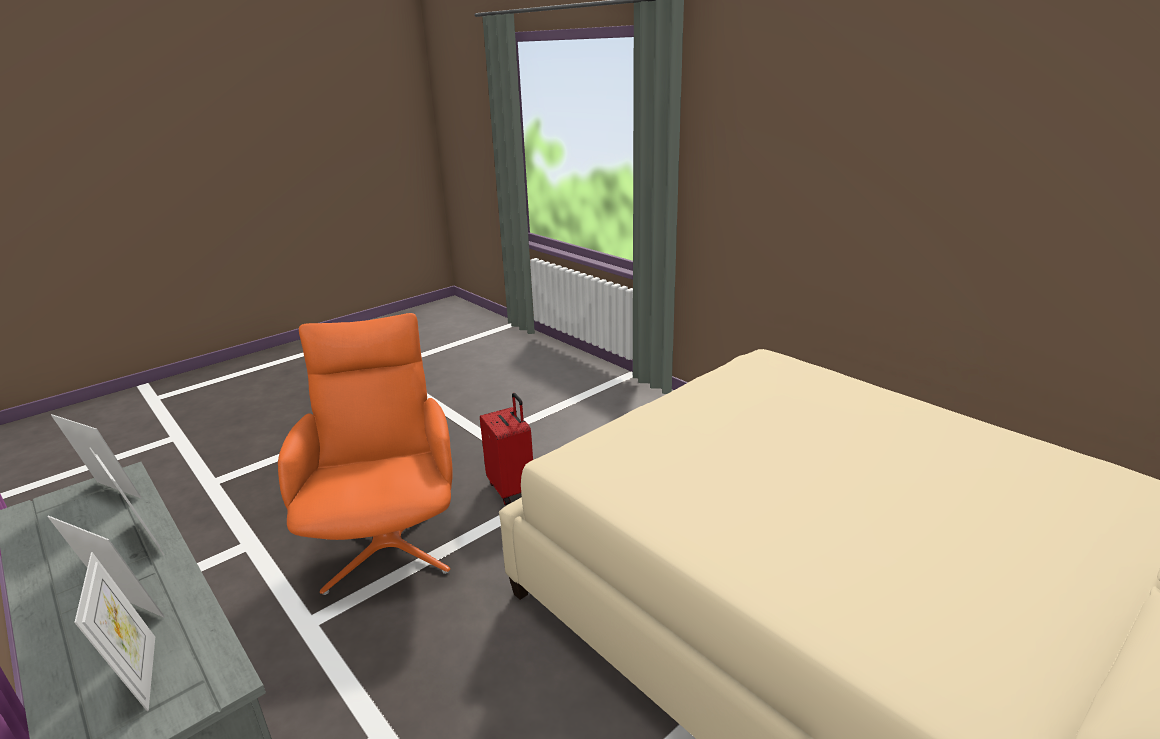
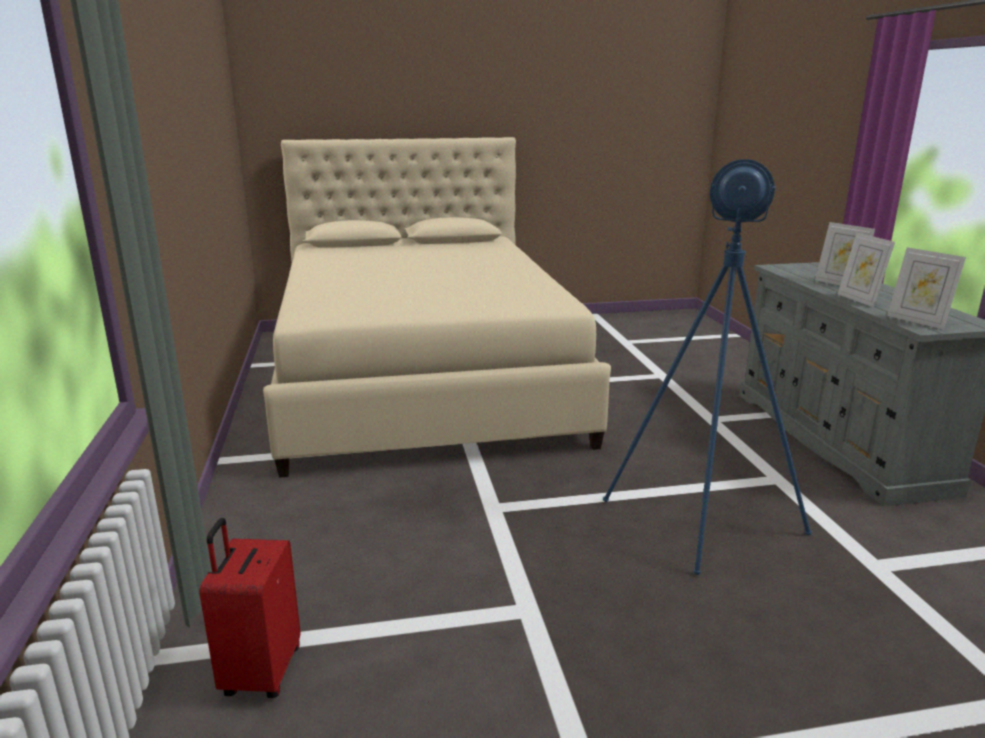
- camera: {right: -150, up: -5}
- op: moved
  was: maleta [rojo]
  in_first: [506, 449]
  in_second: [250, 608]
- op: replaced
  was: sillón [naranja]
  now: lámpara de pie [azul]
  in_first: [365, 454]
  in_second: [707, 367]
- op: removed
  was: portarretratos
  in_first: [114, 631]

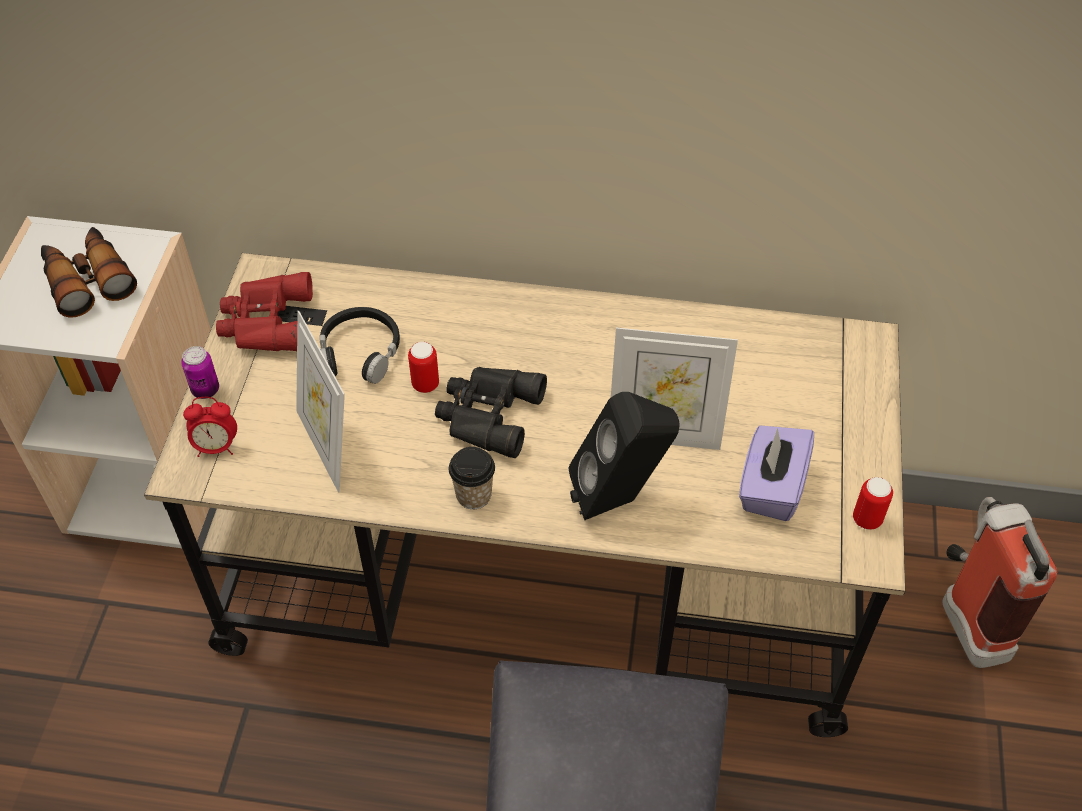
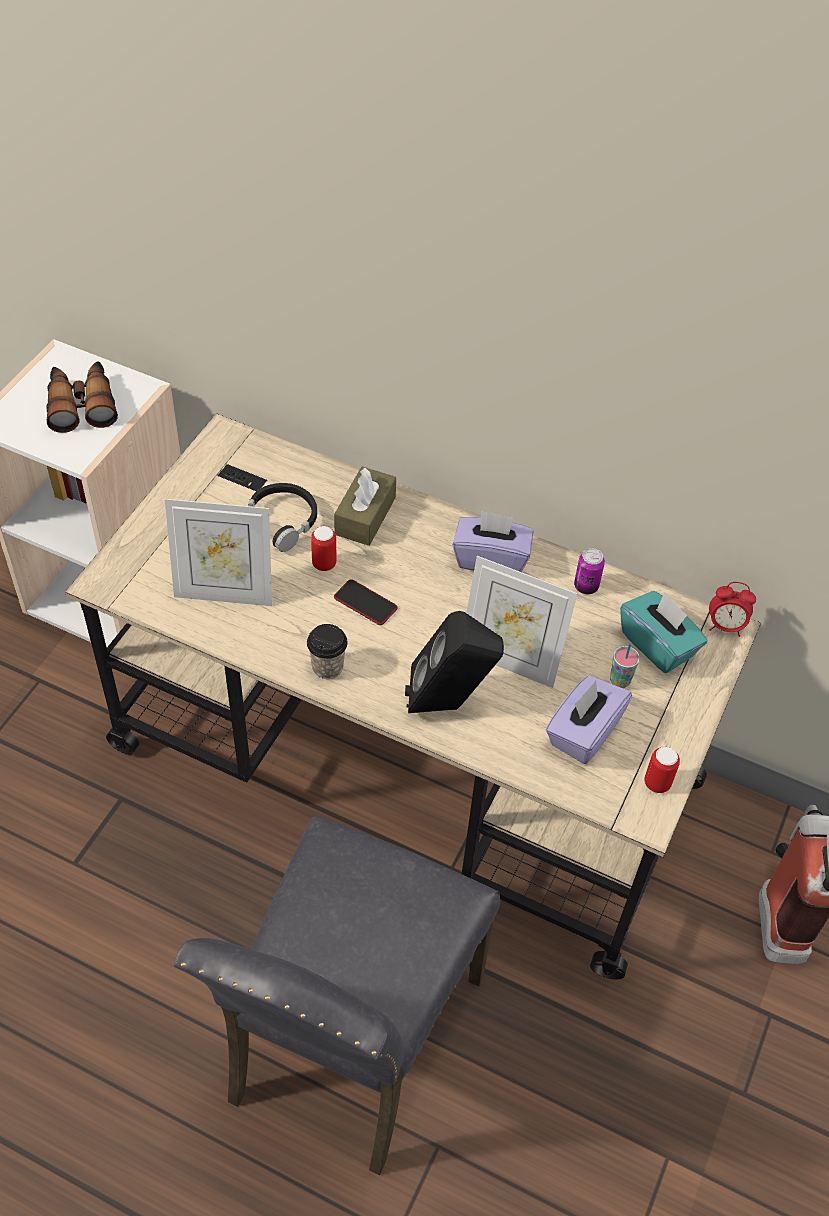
- camera: {right: 15, up: 0}
- op: turned
  was: portarretratos
  in_first: [320, 402]
  in_second: [218, 552]
  clockwise: -75
- op: added
  now: caja de pañuelos [marrón]
  in_second: [365, 506]
- op: replaced
  was: prismáticos [negro]
  now: móvil
  in_first: [491, 412]
  in_second: [365, 602]
- op: added
  now: caja de pañuelos [morado]
  in_second: [492, 541]
- op: moved
  was: lata
  in_first: [200, 372]
  in_second: [589, 571]
- op: added
  now: taza
  in_second: [625, 665]
- op: added
  now: caja de pañuelos [turquesa]
  in_second: [663, 632]
- op: moved
  was: despertador
  in_first: [210, 427]
  in_second: [732, 609]
- op: removed
  was: prismáticos [rojo]
  in_first: [264, 311]

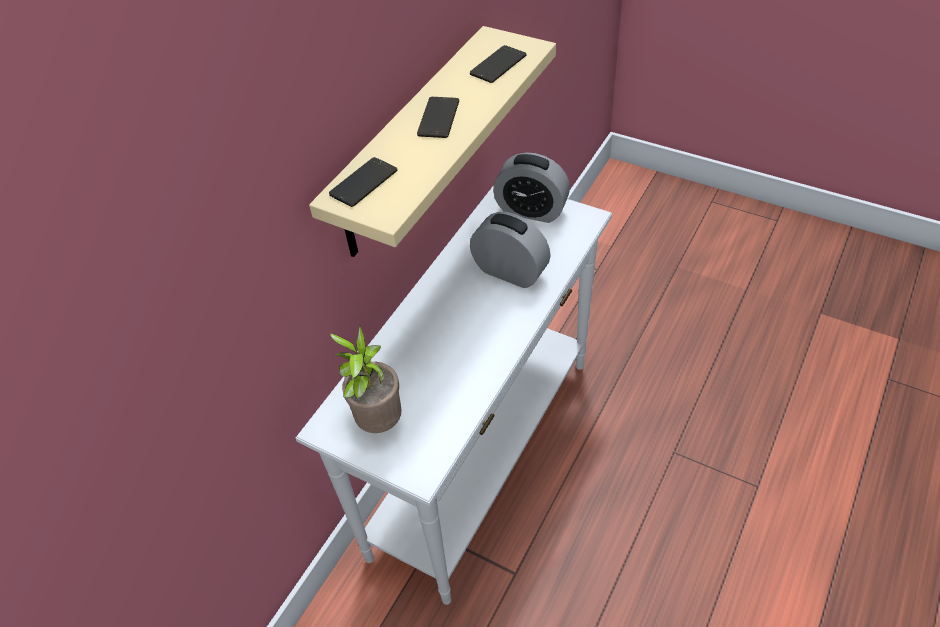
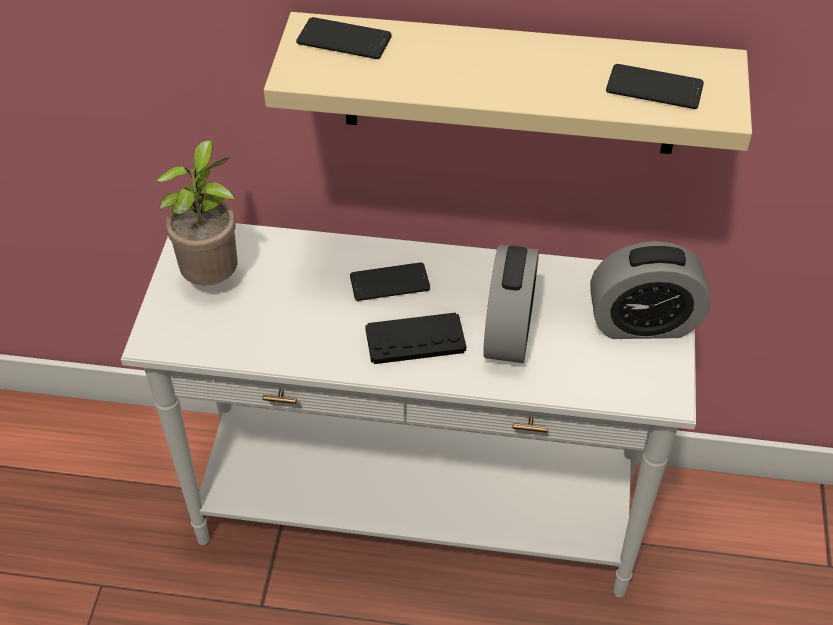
- camera: {right: 65, up: 0}
- op: moved
  was: móvil
  in_first: [438, 117]
  in_second: [390, 281]
- op: added
  now: mando de consola [negro]
  in_second: [415, 338]
- op: turned
  was: despertador
  in_first: [531, 187]
  in_second: [650, 290]
  clockwise: -90

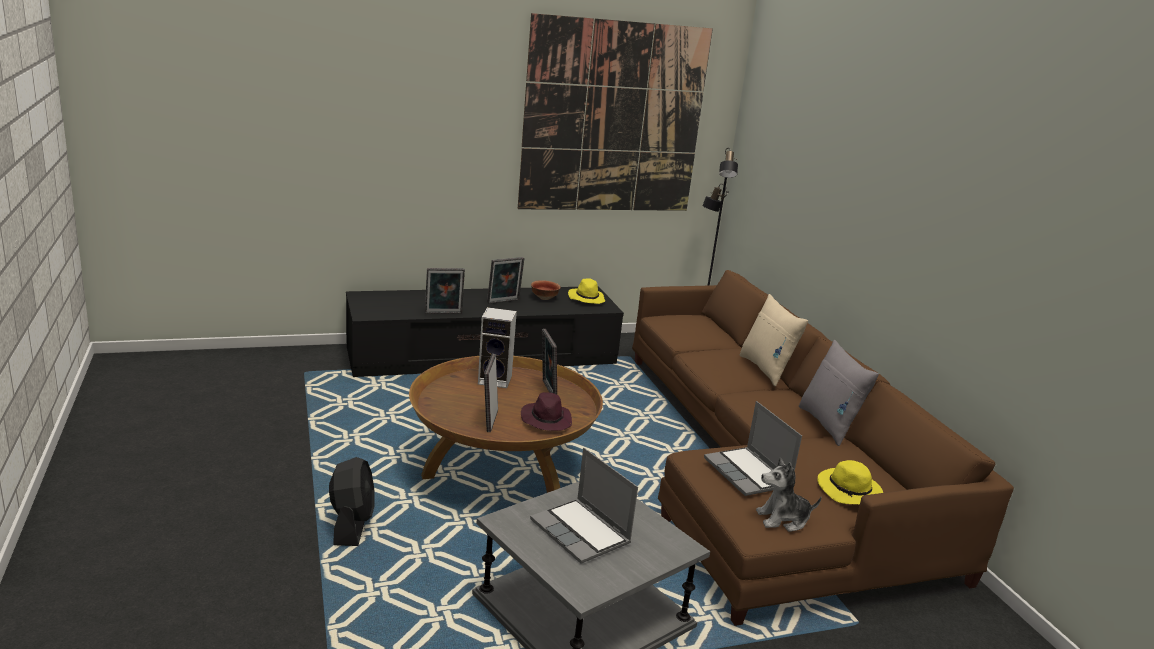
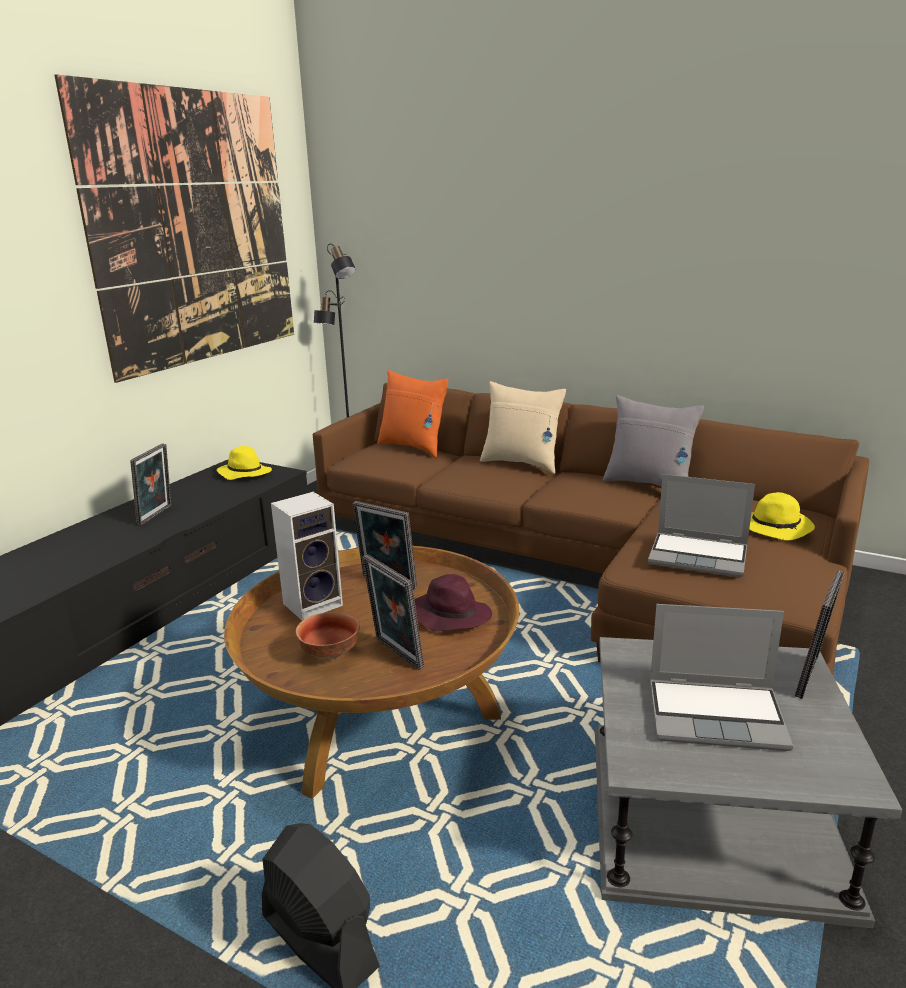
- camera: {right: -40, up: 0}
- op: moved
  was: cuenco
  in_first: [546, 290]
  in_second: [328, 636]
- op: added
  now: cojín [naranja]
  in_second: [412, 414]
- op: moved
  was: portarretratos
  in_first: [445, 291]
  in_second: [819, 634]
- op: removed
  was: peluche
  in_first: [789, 495]

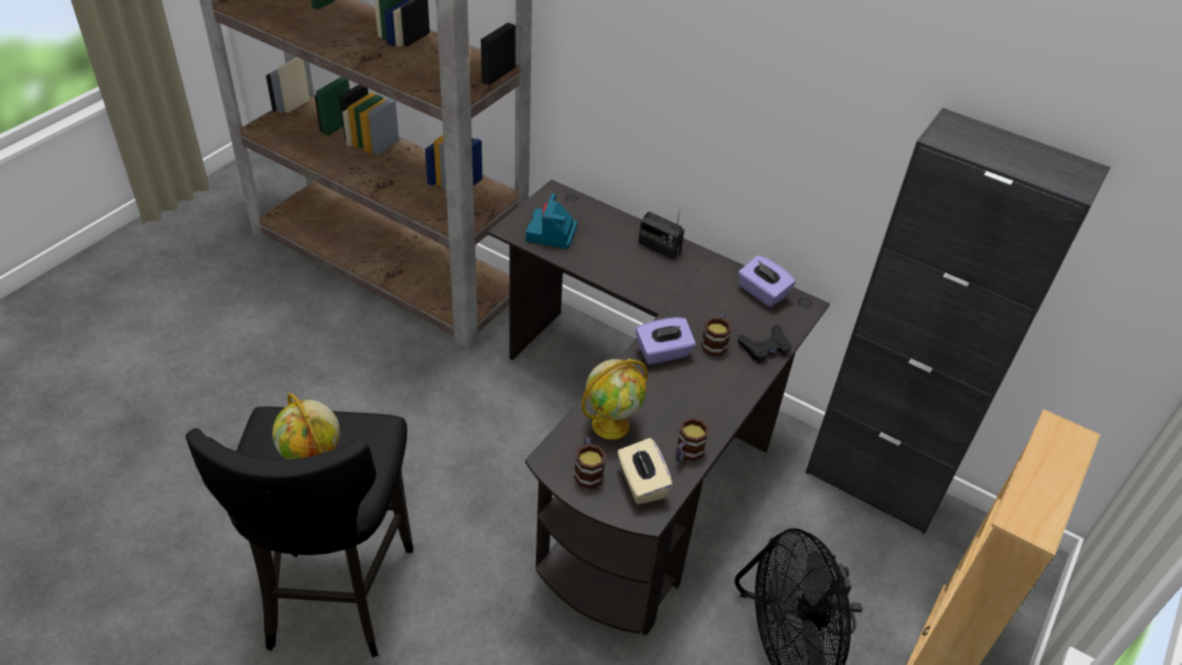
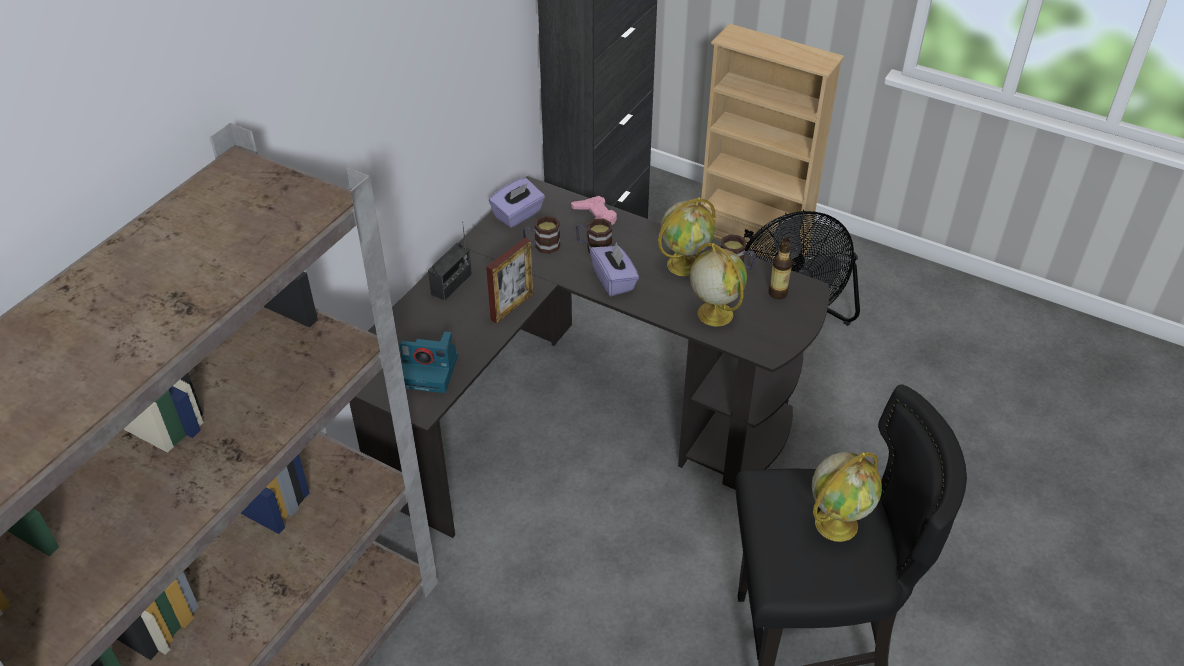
- camera: {right: -90, up: 0}
- op: added
  now: portarretratos
  in_second: [509, 281]
- op: moved
  was: taza grande
  in_first: [590, 463]
  in_second: [542, 235]
- op: recoloured
  was: mando de consola [negro]
  now: mando de consola [rosa]
  in_first: [764, 343]
  in_second: [594, 210]
- op: added
  now: globo terráqueo
  in_second: [686, 236]
- op: replaced
  was: caja de pañuelos [beis]
  now: botella
  in_first: [645, 471]
  in_second: [780, 268]

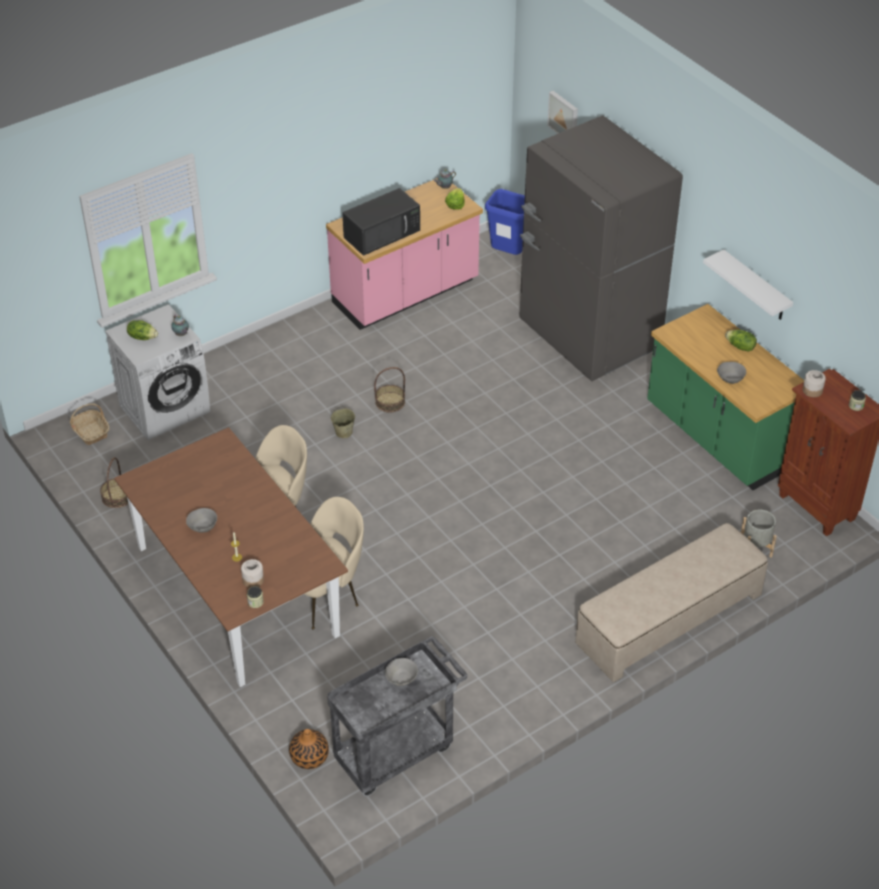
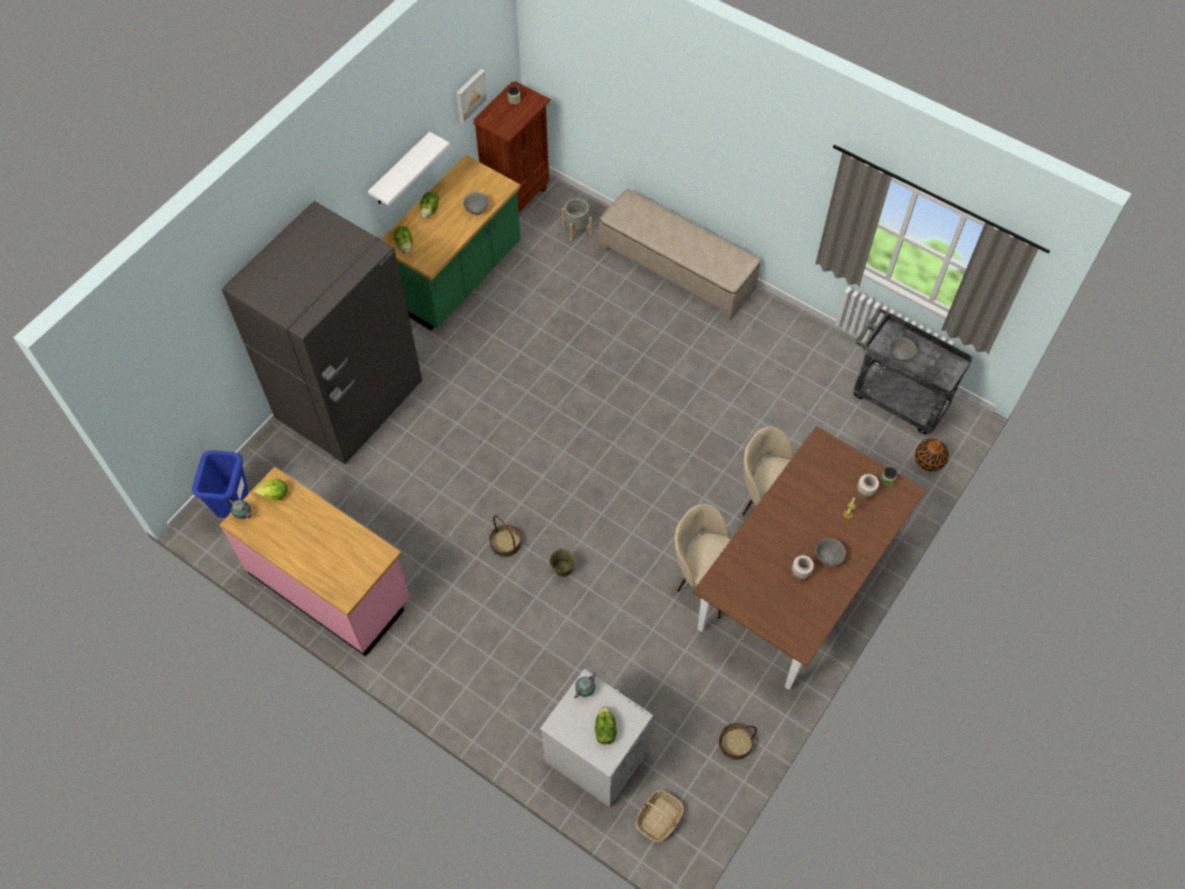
- camera: {right: -110, up: 15}
- op: added
  now: lechuga
  in_second: [403, 240]
- op: moved
  was: cuadro
  in_first: [562, 112]
  in_second: [472, 96]
- op: moved
  was: tarro
  in_first: [814, 383]
  in_second: [802, 568]
- op: removed
  was: microondas [negro]
  in_first: [381, 222]

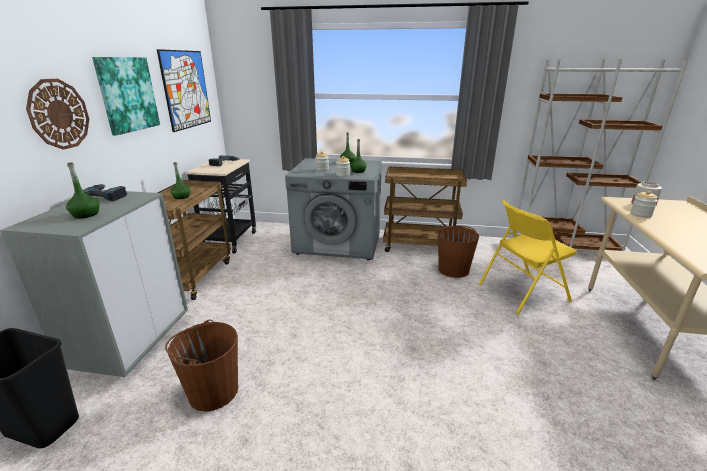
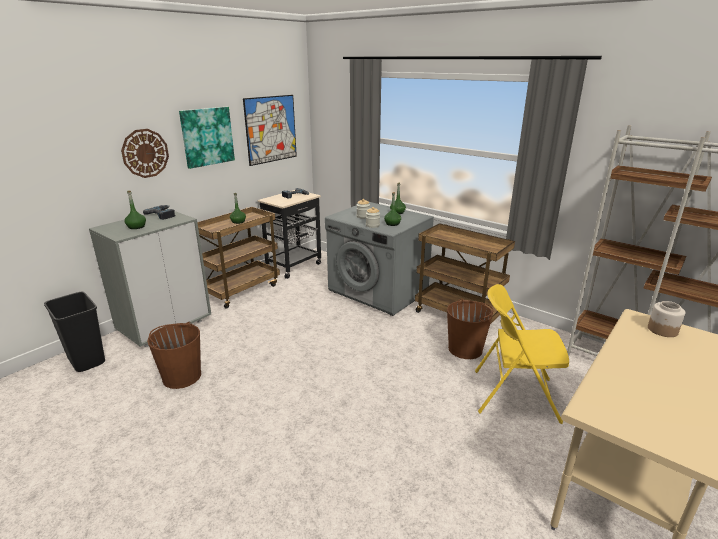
- camera: {right: 30, up: 0}
- op: removed
  was: tarro
  in_first: [644, 204]

